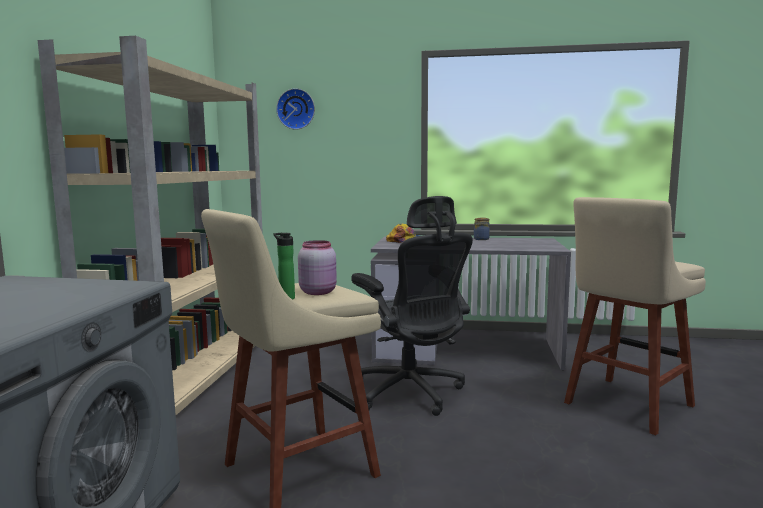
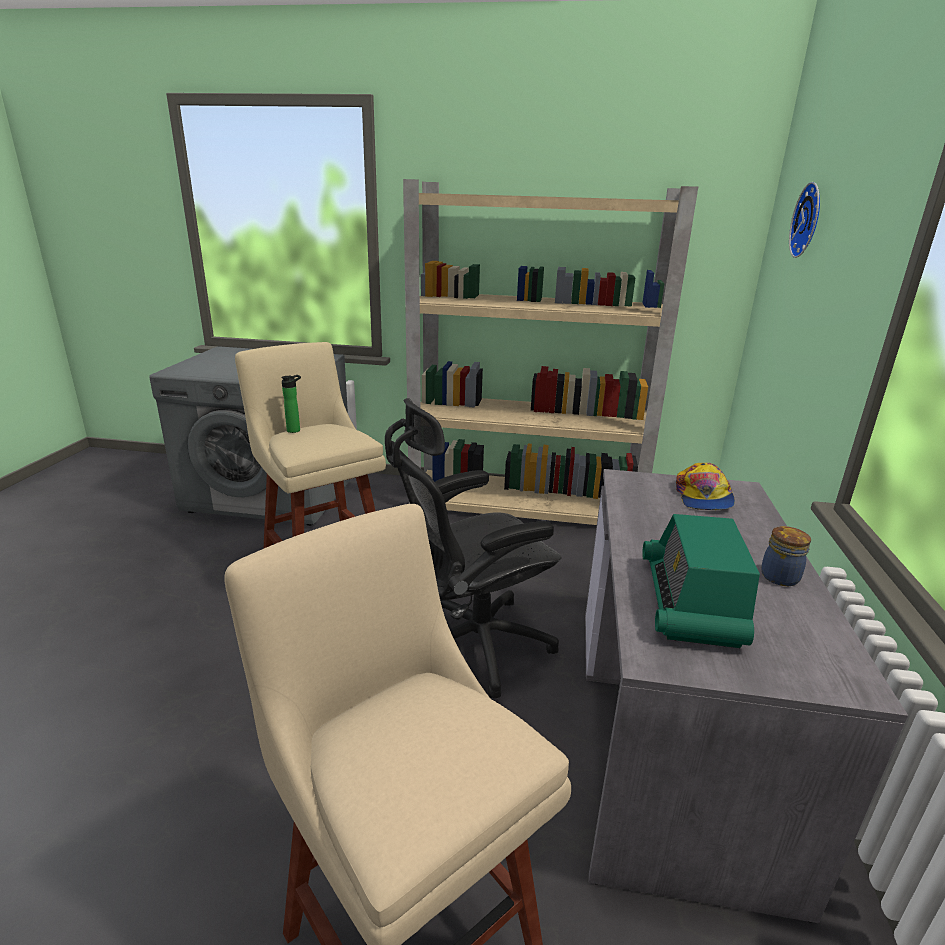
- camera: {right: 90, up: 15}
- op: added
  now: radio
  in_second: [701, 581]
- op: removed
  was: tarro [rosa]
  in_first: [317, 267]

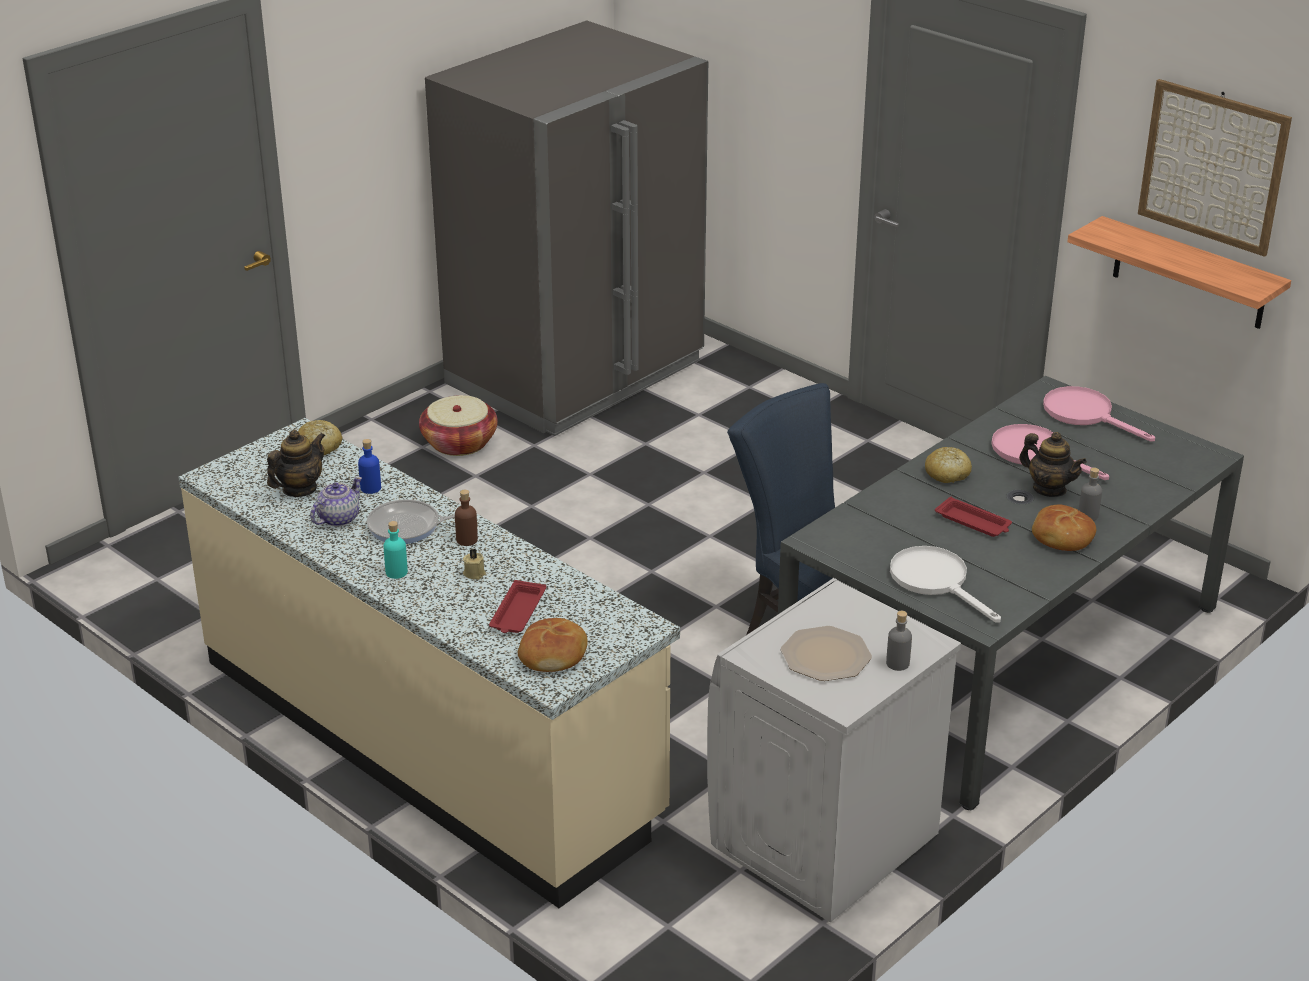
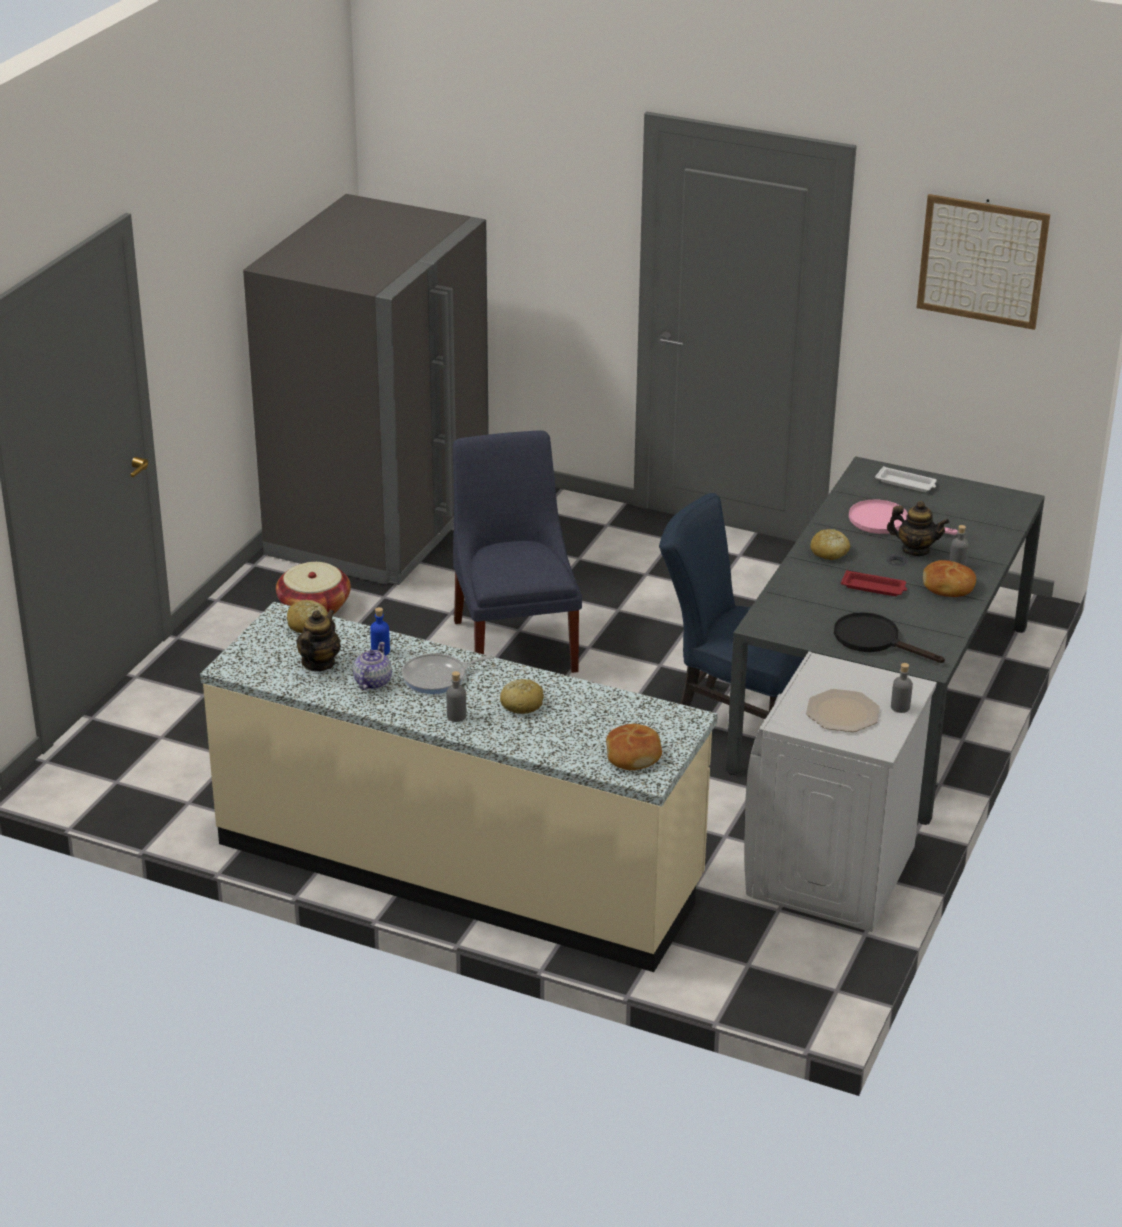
- camera: {right: -20, up: 0}
- op: recoloured
  was: botella [turquesa]
  now: botella [gris]
  in_first: [395, 550]
  in_second: [456, 696]
- op: added
  now: silla [azul]
  in_second: [517, 551]
- op: replaced
  was: vela [beis]
  now: pan
  in_first: [474, 563]
  in_second: [522, 696]
- op: recoloured
  was: sartén [blanco]
  now: sartén [negro]
  in_first: [945, 584]
  in_second: [889, 637]
- op: replaced
  was: sartén [rosa]
  now: bandeja [blanco]
  in_first: [1099, 413]
  in_second: [906, 479]
- op: removed
  was: botella [marrón]
  in_first: [466, 518]
- op: removed
  was: bandeja [rojo]
  in_first: [517, 606]
- op: removed
  was: estante
  in_first: [1179, 272]

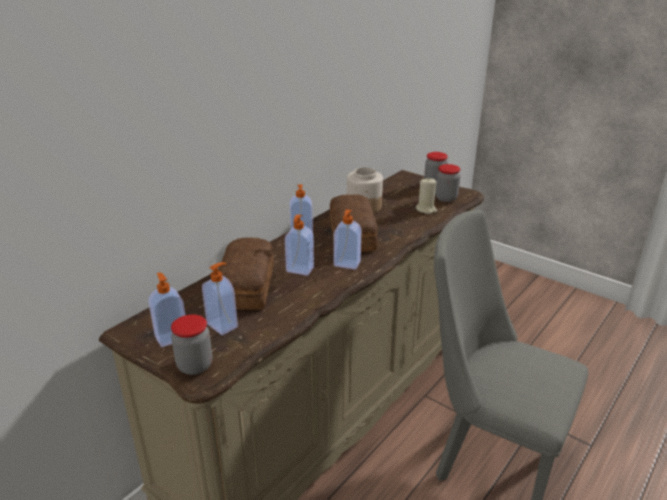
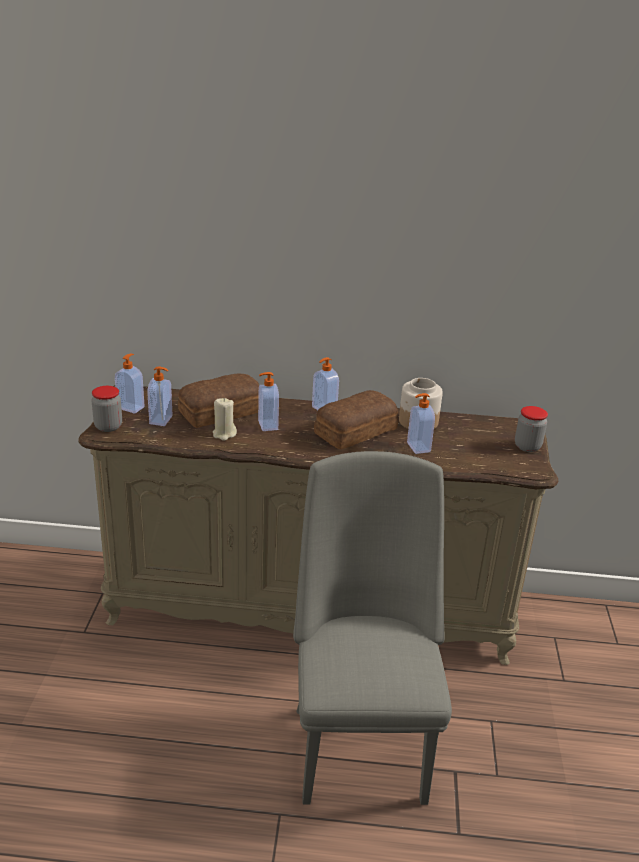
- camera: {right: 55, up: 0}
- op: moved
  was: vela [beis]
  in_first: [426, 195]
  in_second: [225, 419]
- op: moved
  was: dispensador de jabón
  in_first: [347, 239]
  in_second: [421, 423]
- op: removed
  was: tarro
  in_first: [448, 183]

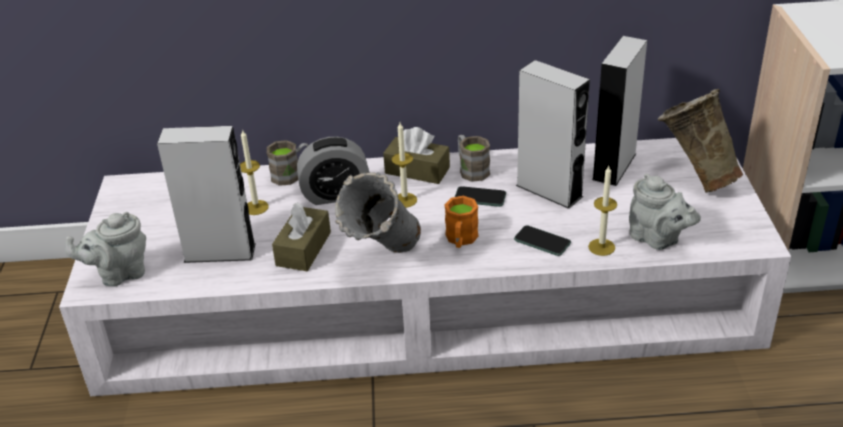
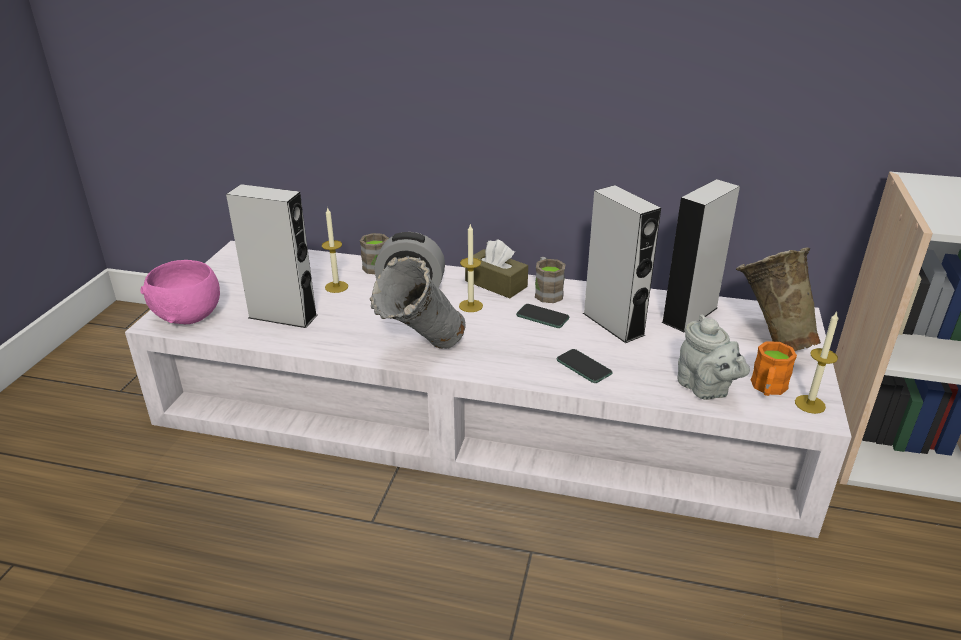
- camera: {right: 15, up: -5}
- op: replaced
  was: tetera [gris]
  now: cuenco [rosa]
  in_first: [105, 249]
  in_second: [180, 292]
- op: moved
  was: taza grande [naranja]
  in_first: [461, 222]
  in_second: [774, 368]
- op: moved
  was: vela
  in_first: [602, 211]
  in_second: [817, 363]
- op: removed
  was: caja de pañuelos [marrón]
  in_first: [301, 236]

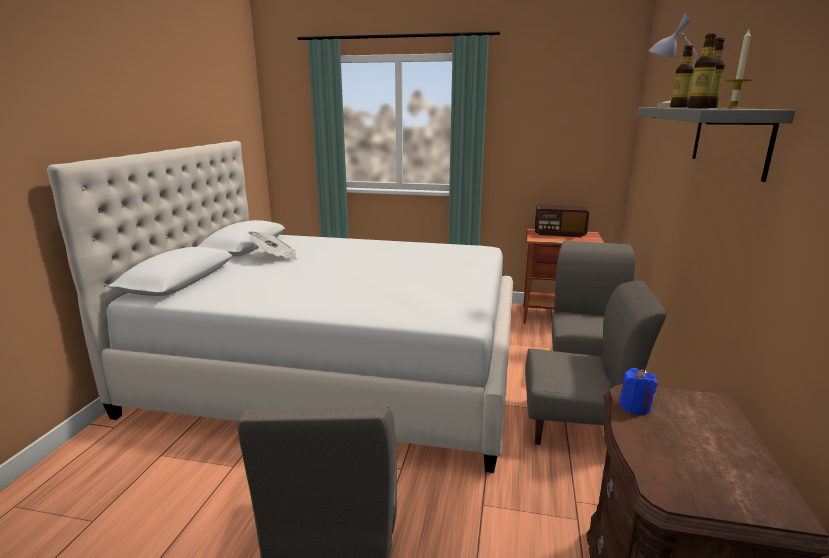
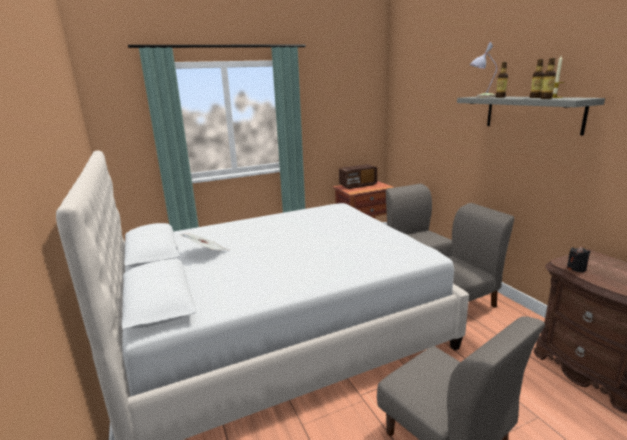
- camera: {right: -35, up: 0}
- op: recoloured
  was: vela [azul]
  now: vela [negro]
  in_first: [638, 391]
  in_second: [579, 260]

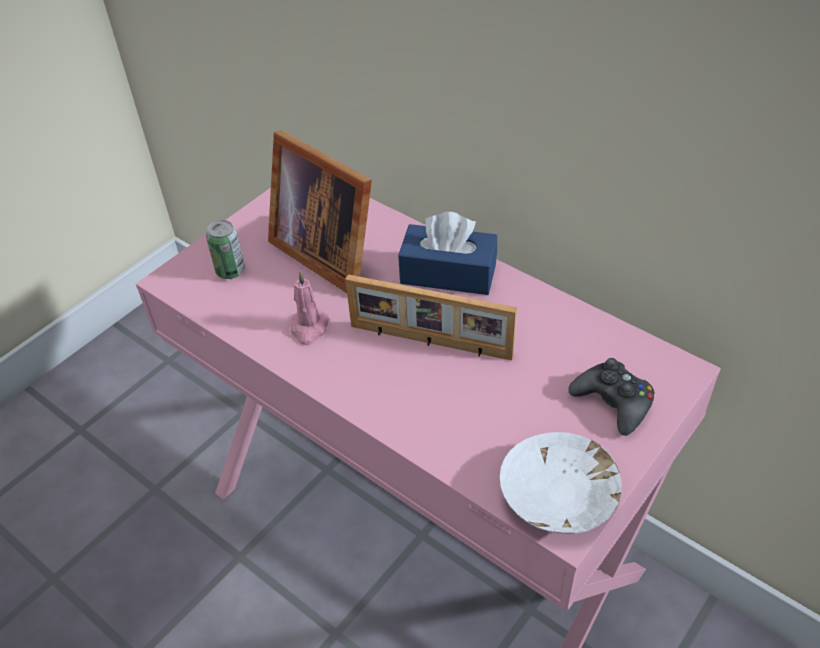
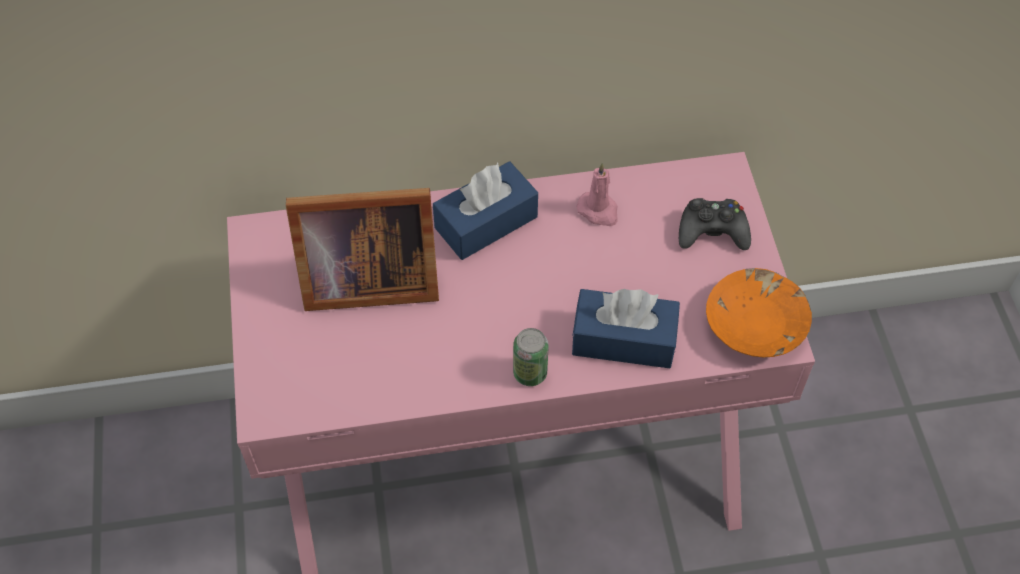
- camera: {right: -50, up: 10}
- op: moved
  was: lata
  in_first: [225, 249]
  in_second: [531, 357]
- op: added
  now: caja de pañuelos [azul]
  in_second: [626, 328]
- op: moved
  was: vela [rosa]
  in_first: [310, 308]
  in_second: [597, 194]
- op: recoloured
  was: cuenco [blanco]
  now: cuenco [naranja]
  in_first: [561, 483]
  in_second: [759, 312]
- op: removed
  was: portarretratos
  in_first: [431, 317]

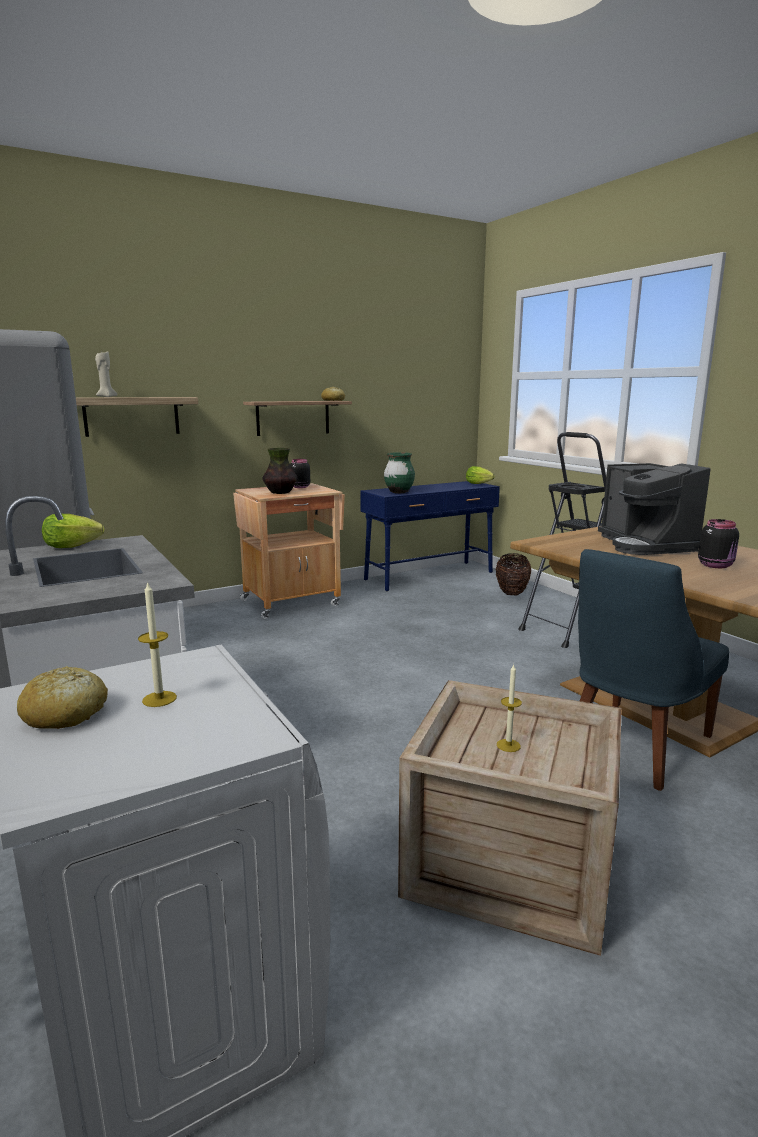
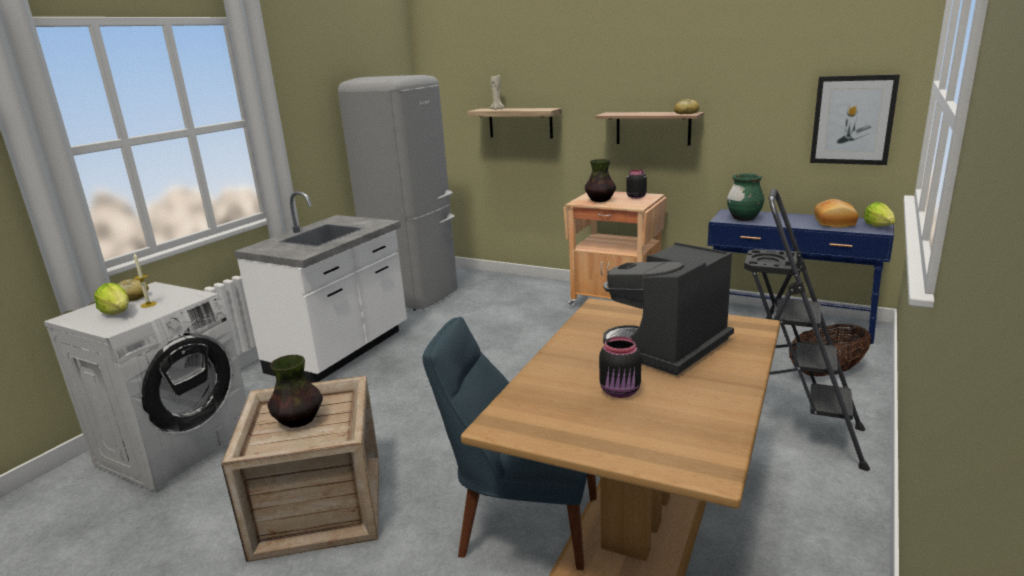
- camera: {right: 60, up: 5}
- op: moved
  was: lechuga
  in_first: [73, 531]
  in_second: [111, 299]
- op: replaced
  was: vela
  now: florero
  in_first: [509, 708]
  in_second: [295, 391]
- op: added
  now: cuadro
  in_second: [855, 119]
- op: added
  now: pan
  in_second: [836, 213]

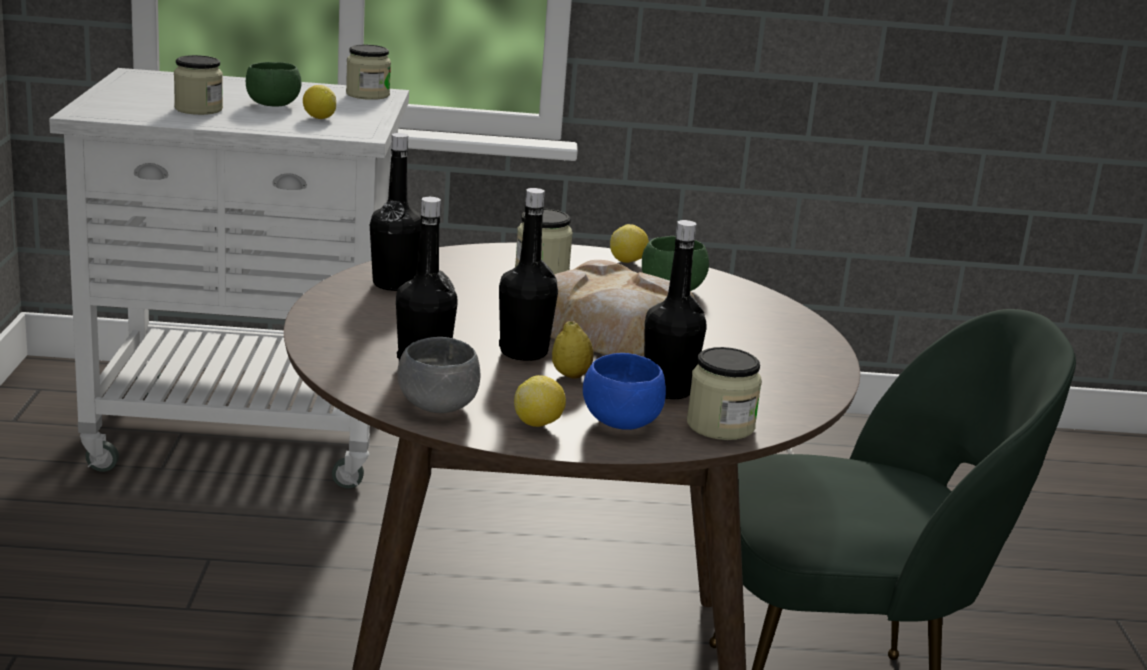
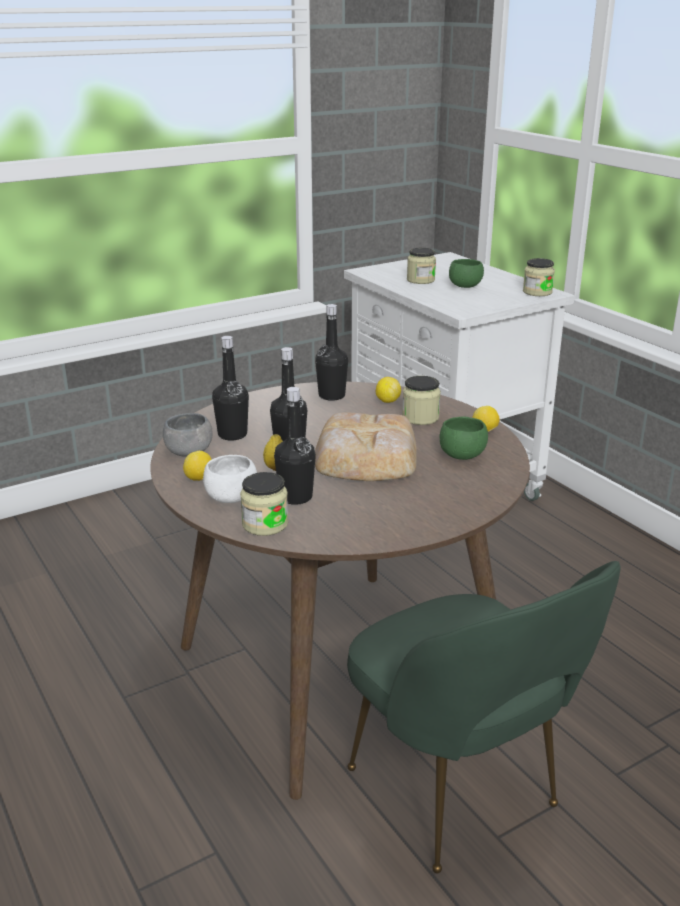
- camera: {right: 60, up: 5}
- op: recoloured
  was: cuenco [azul]
  now: cuenco [blanco]
  in_first: [624, 391]
  in_second: [230, 479]
- op: moved
  was: limón
  in_first: [319, 102]
  in_second: [388, 390]

